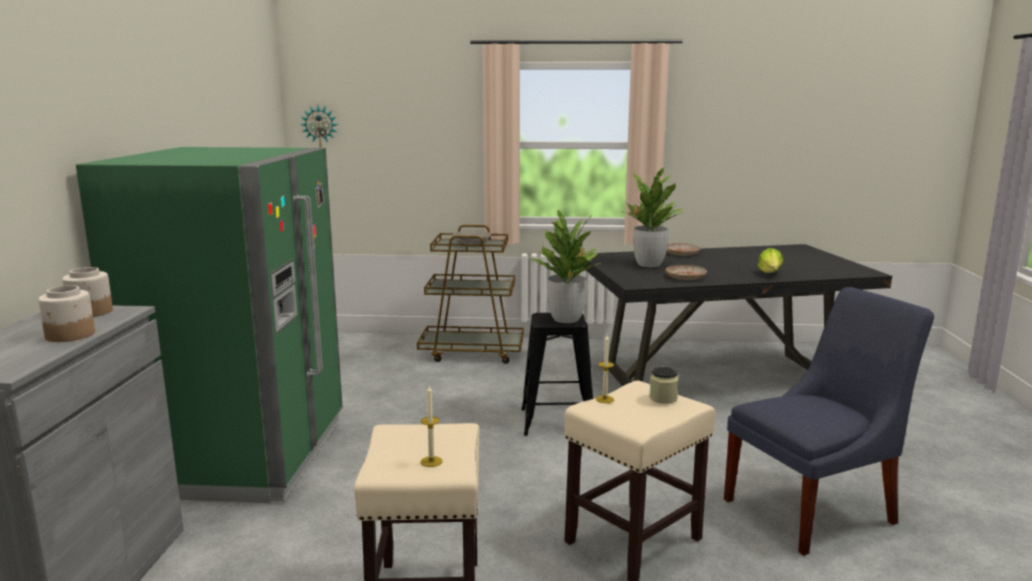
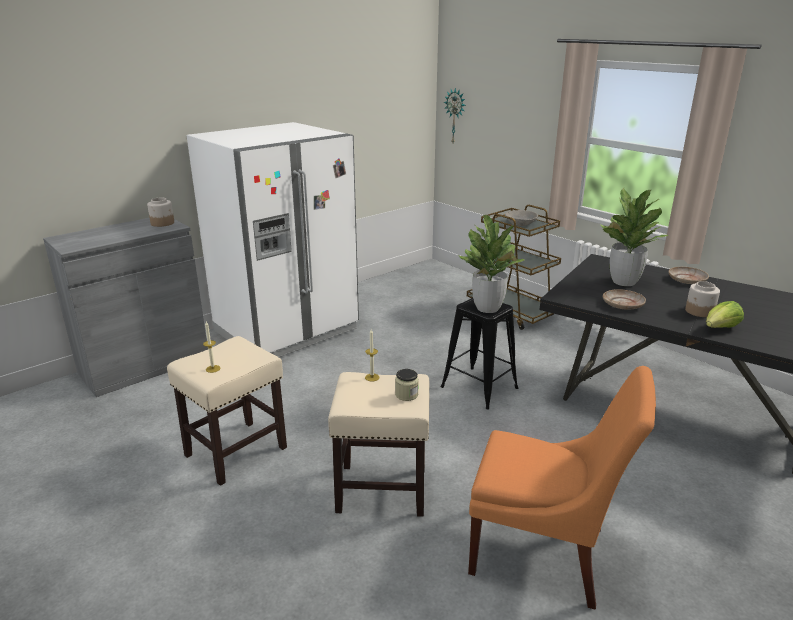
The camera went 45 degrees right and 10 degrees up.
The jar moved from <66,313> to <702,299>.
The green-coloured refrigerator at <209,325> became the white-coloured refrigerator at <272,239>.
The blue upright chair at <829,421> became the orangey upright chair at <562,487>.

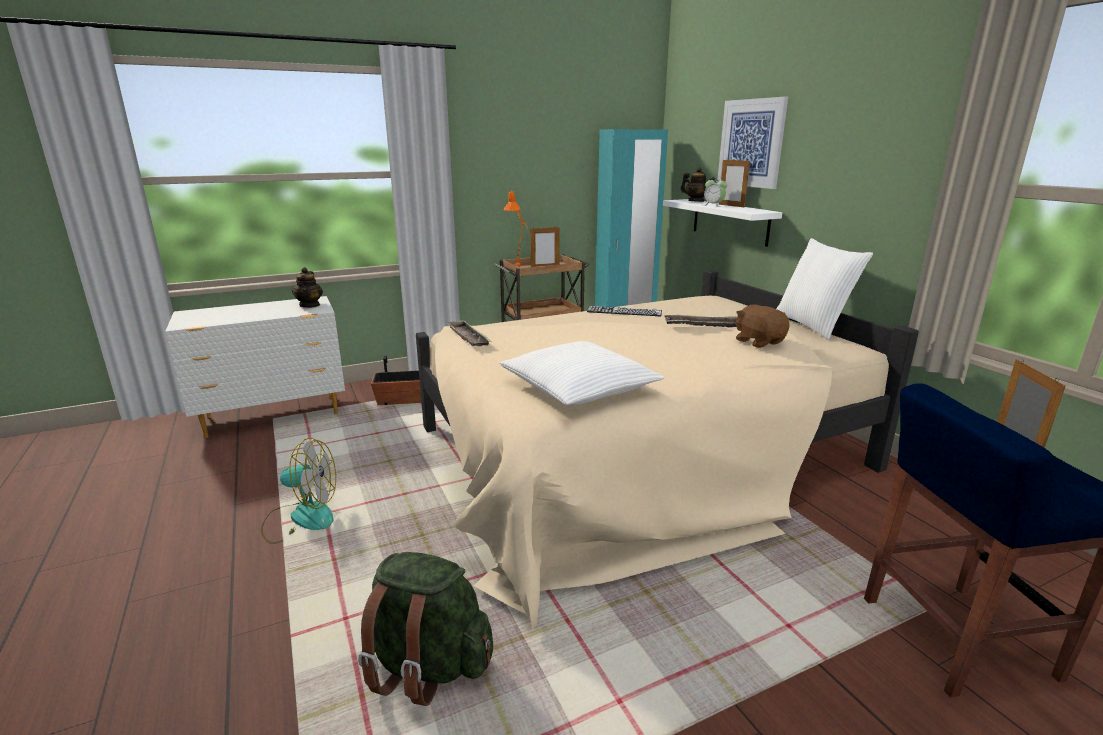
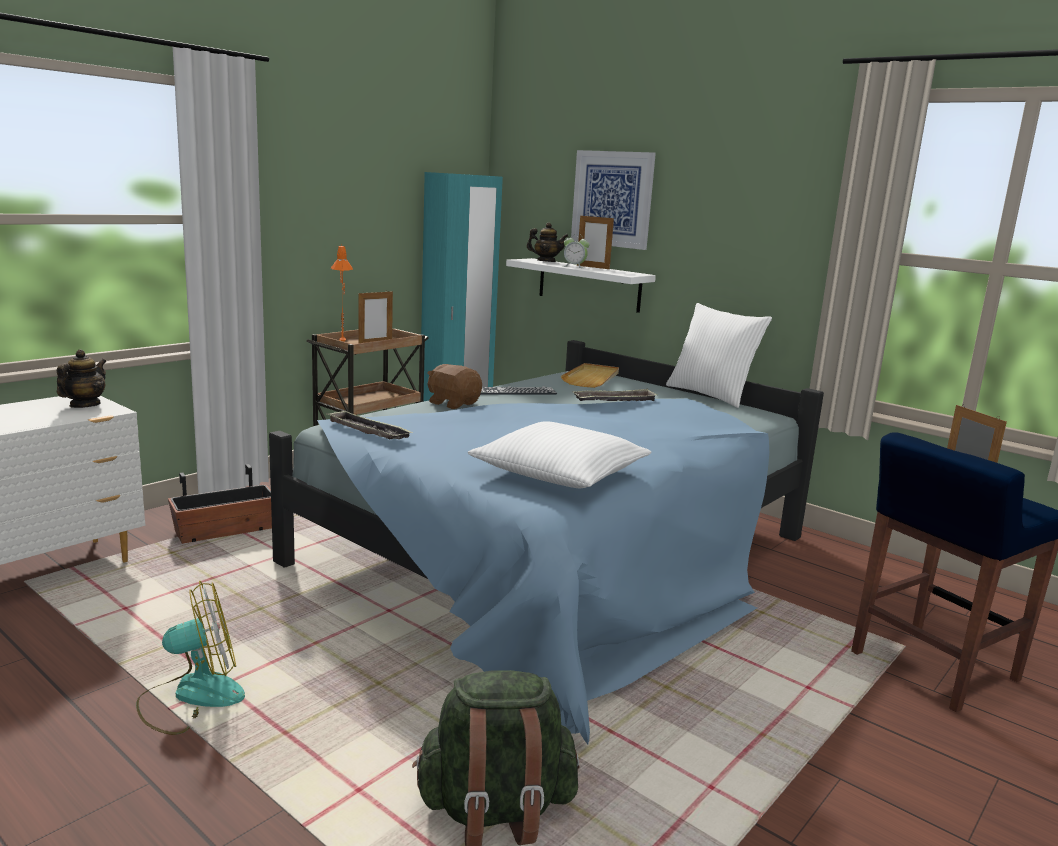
The camera went 25 degrees left and 5 degrees down.
The beige-coloured tray at <590,375> appeared.
The brown-coloured plush toy moved from <763,326> to <454,386>.
The beige-coloured bedroom bed at <667,449> became the blue bedroom bed at <546,542>.
The tea pot at <307,287> turned 135 degrees counterclockwise.

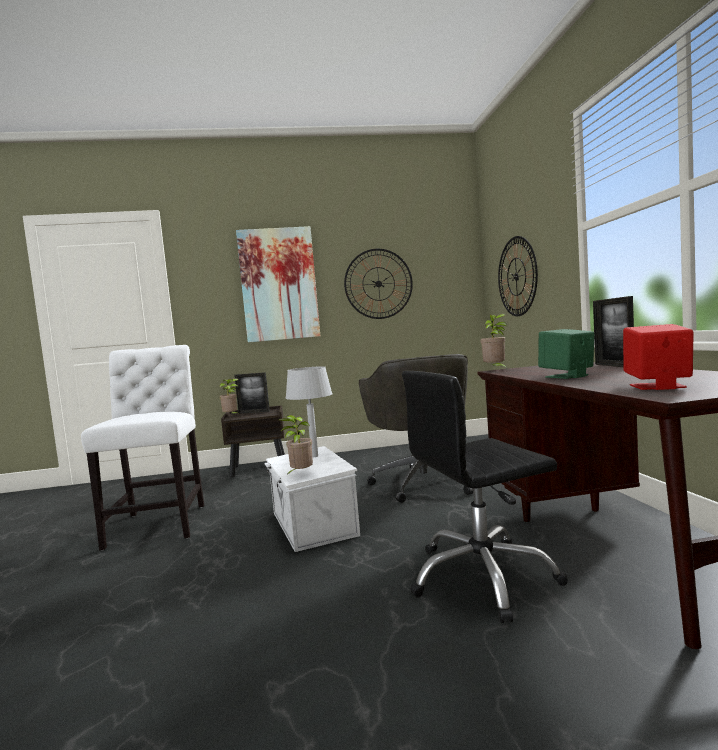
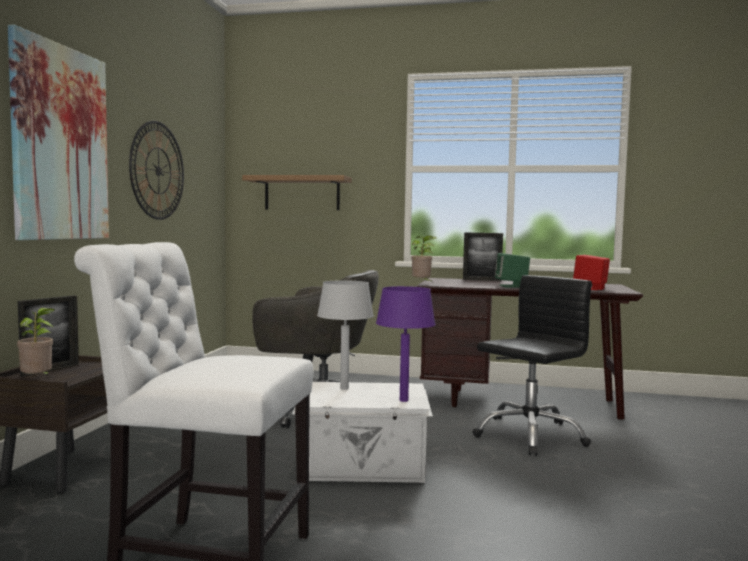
The camera went 70 degrees left and 0 degrees up.
The houseplant at <295,445> was replaced by the purplish lamp for a table at <406,344>.
The hanging clock at <518,276> was replaced by the shelf at <297,192>.
The blackish desk chair at <485,497> turned 135 degrees counterclockwise.

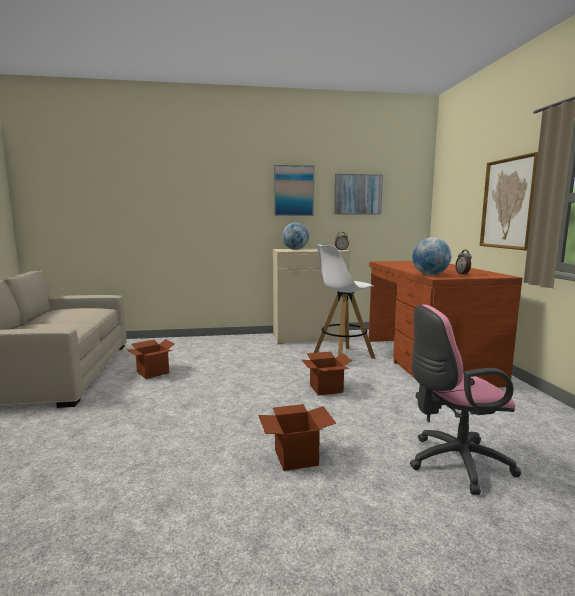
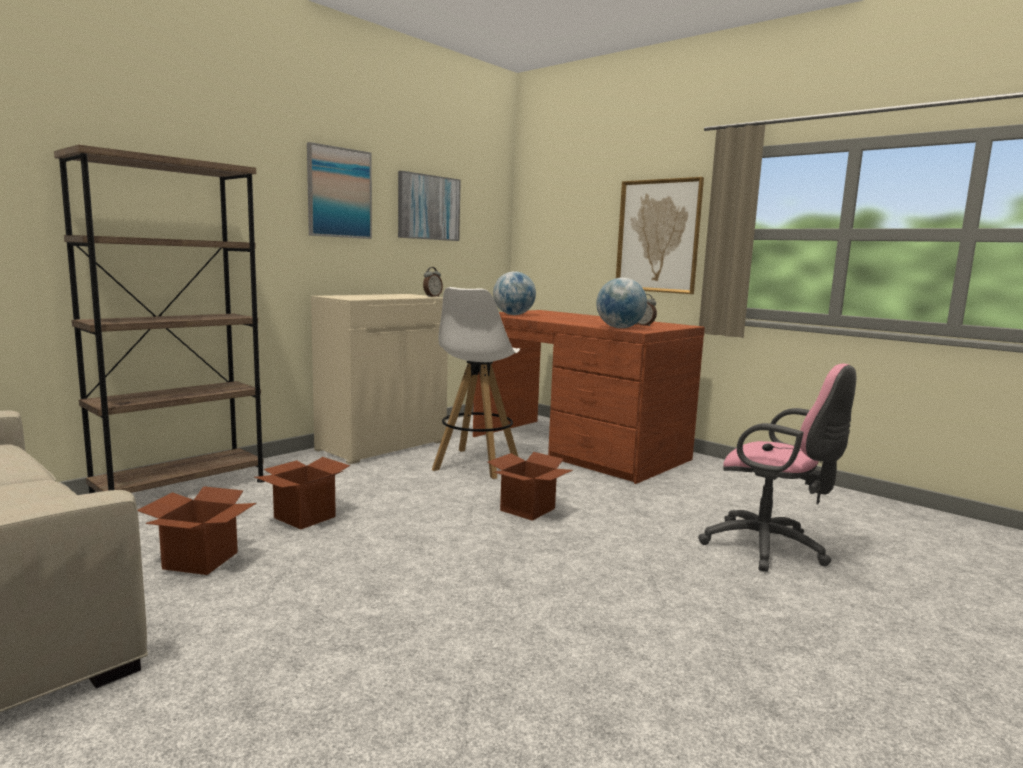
The camera went 40 degrees left and 0 degrees up.
The brown-coloured bookcase at <159,319> appeared.
The carton moved from <297,437> to <302,493>.
The globe moved from <295,236> to <514,293>.
The pink-coloured desk chair at <465,400> turned 90 degrees counterclockwise.

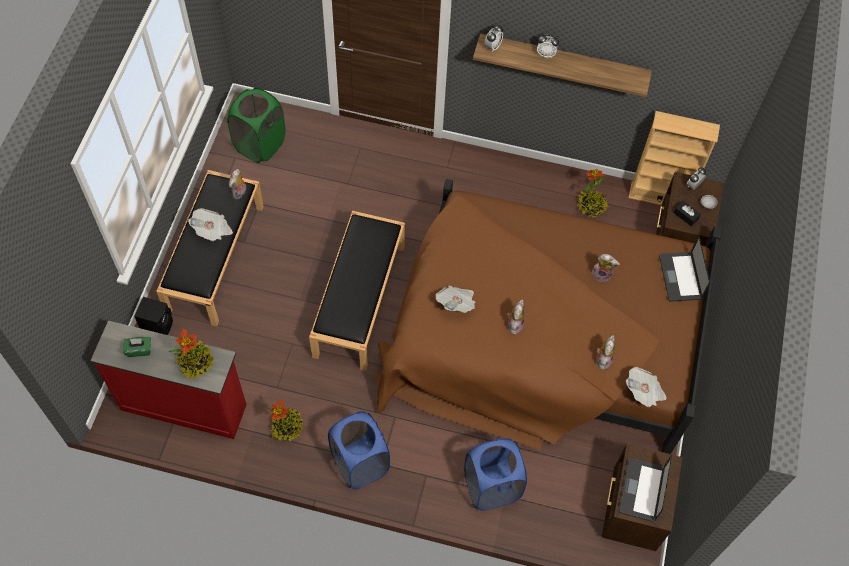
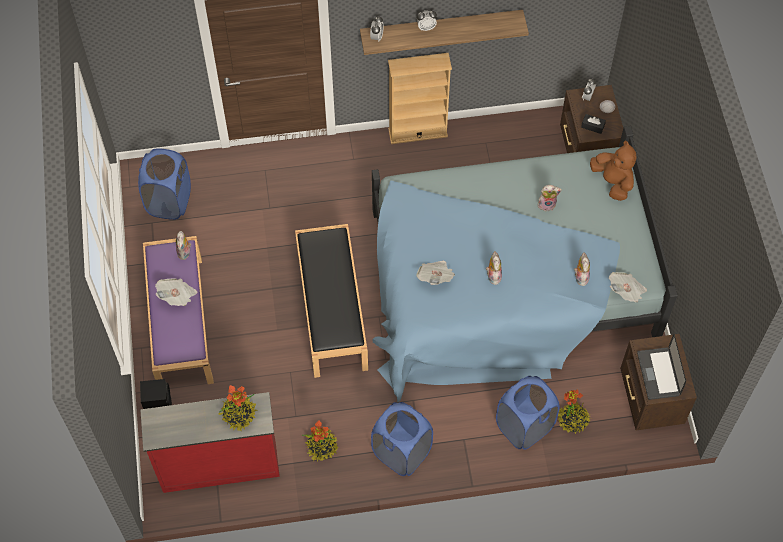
The camera went 20 degrees left and 0 degrees up.
The green-coloured box of tissues at <137,347> disappeared.
The houseplant moved from <593,193> to <574,411>.
The beige-coloured bookcase moved from <674,158> to <420,98>.
The laptop at <684,268> was replaced by the brown-coloured plush toy at <613,170>.
The blackish long seat at <210,248> became the purplish long seat at <178,310>.
The green-coloured washing basket at <256,125> became the blue washing basket at <164,184>.
The brown-coloured bedroom bed at <548,316> became the blue bedroom bed at <525,264>.

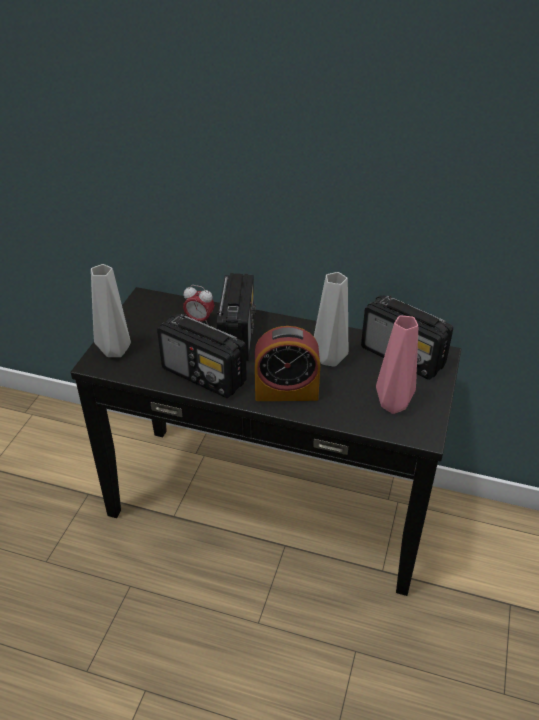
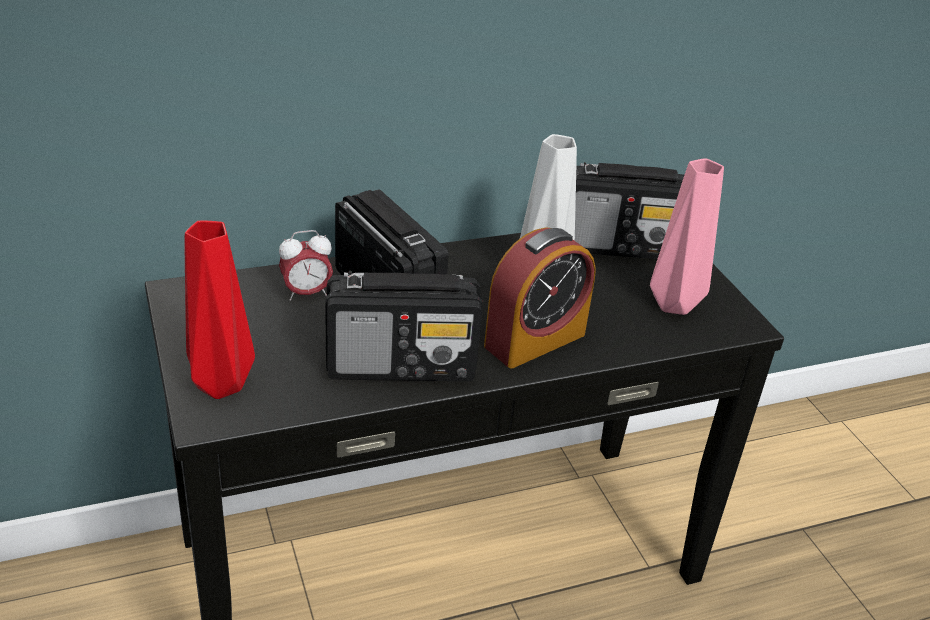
The camera went 40 degrees left and 5 degrees down.
The gray vase at <111,310> became the red vase at <219,309>.

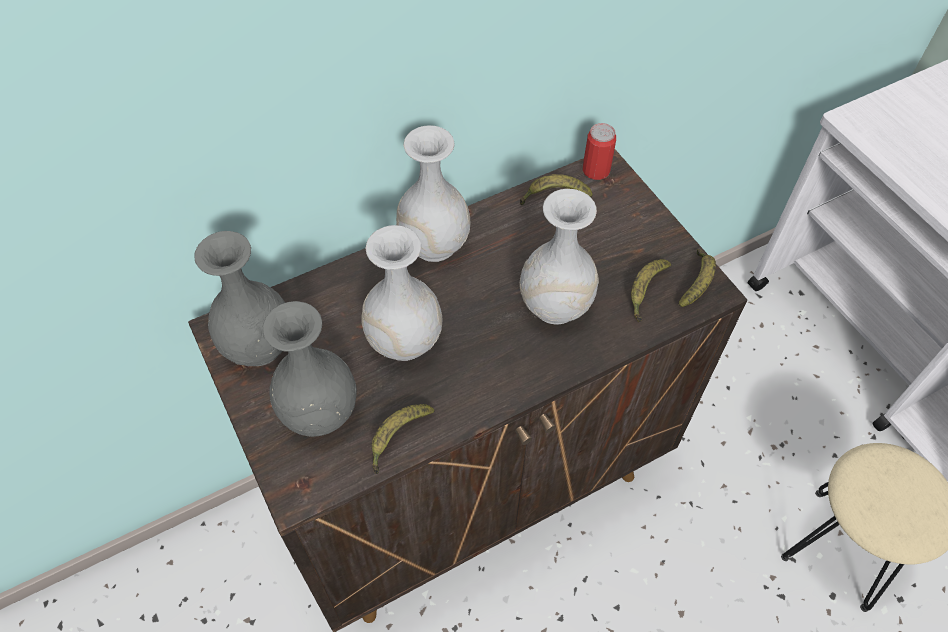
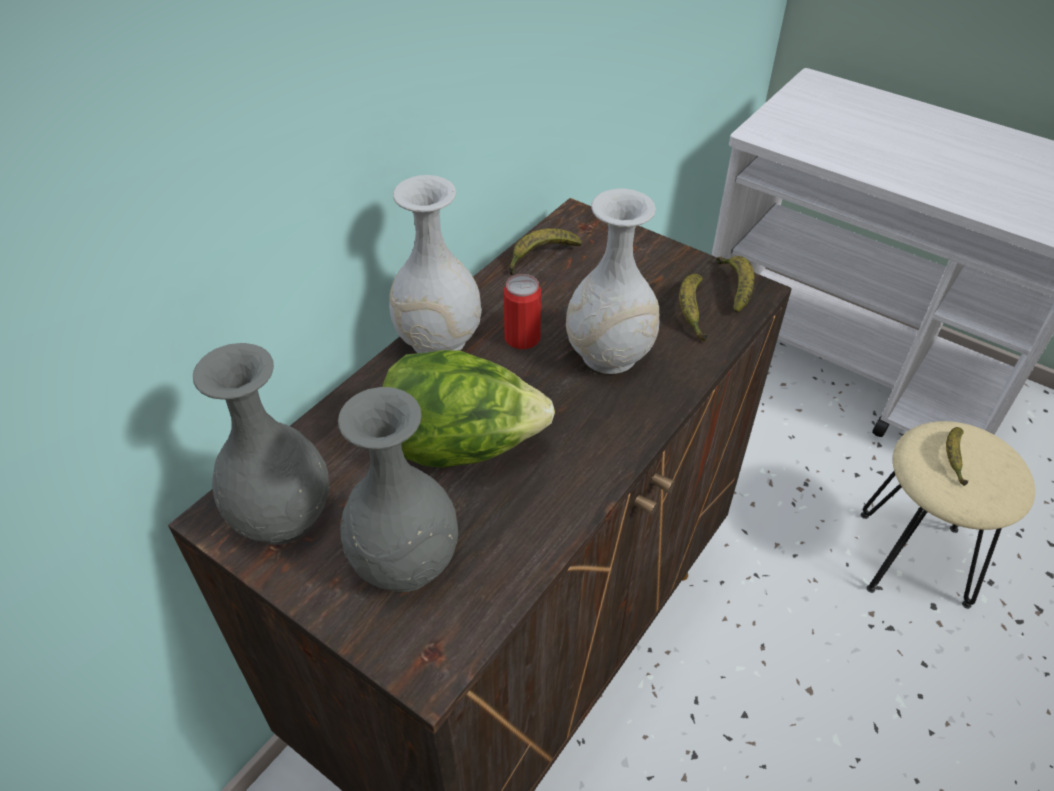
The camera went 25 degrees left and 10 degrees down.
The banana moved from <403,439> to <957,456>.
The sealed can moved from <599,151> to <522,311>.
The white-coloured vase at <401,293> was replaced by the head of lettuce at <468,409>.

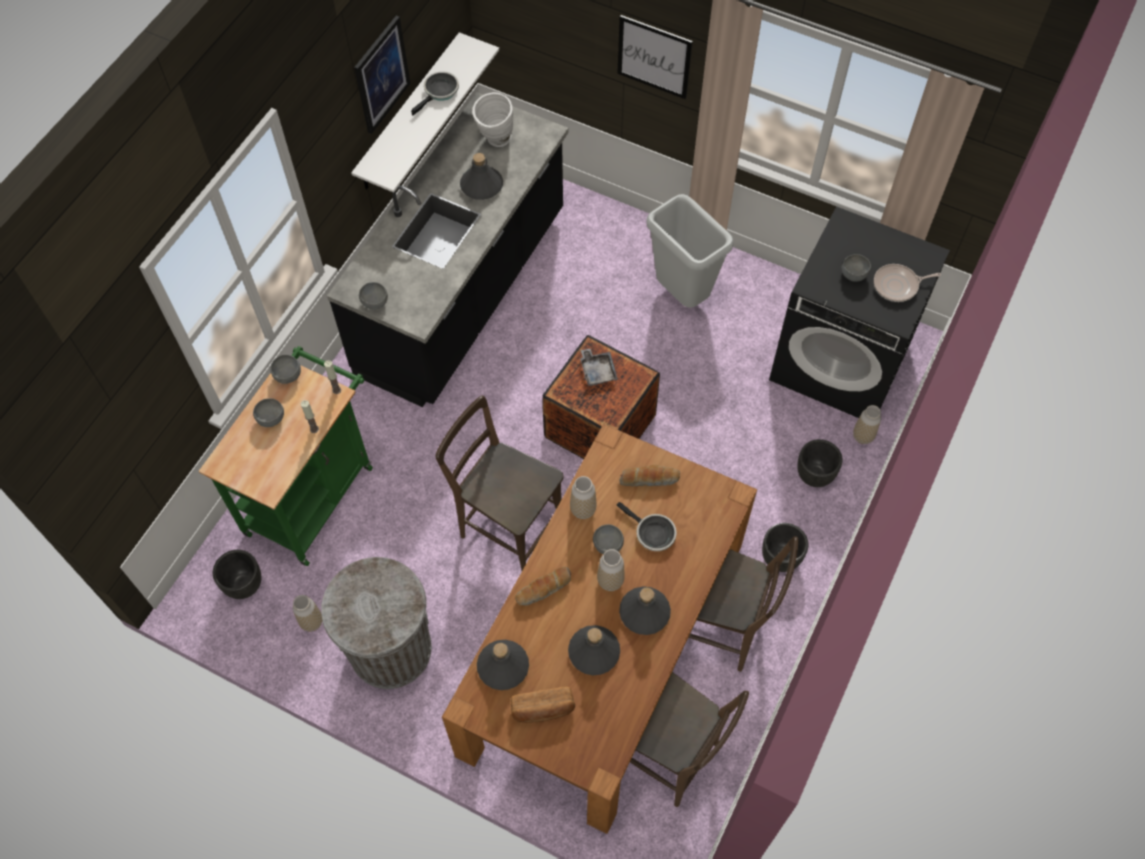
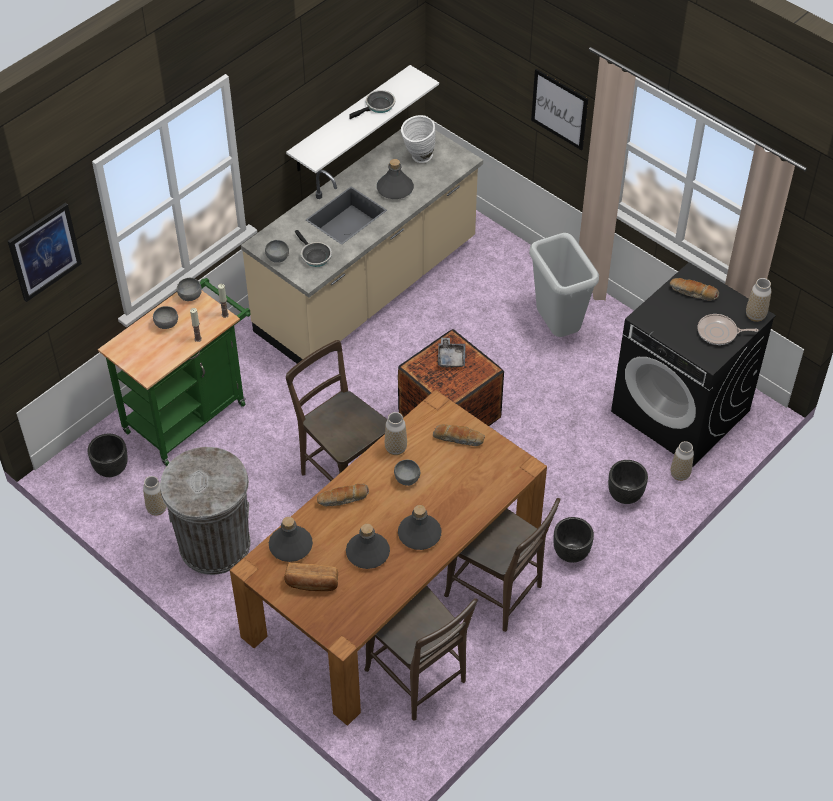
The camera went 15 degrees right and 10 degrees down.
The gray serving bowl at <856,268> disappeared.
The bakery bread at <694,289> appeared.
The wall picture moved from <382,75> to <45,252>.
The vase moved from <611,570> to <758,300>.
The frying pan moved from <647,526> to <313,248>.
The blackish kitchen base unit at <447,249> became the beige-coloured kitchen base unit at <362,246>.

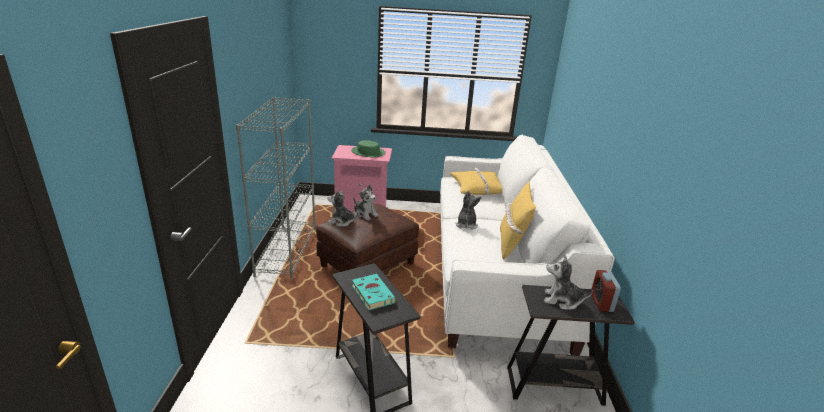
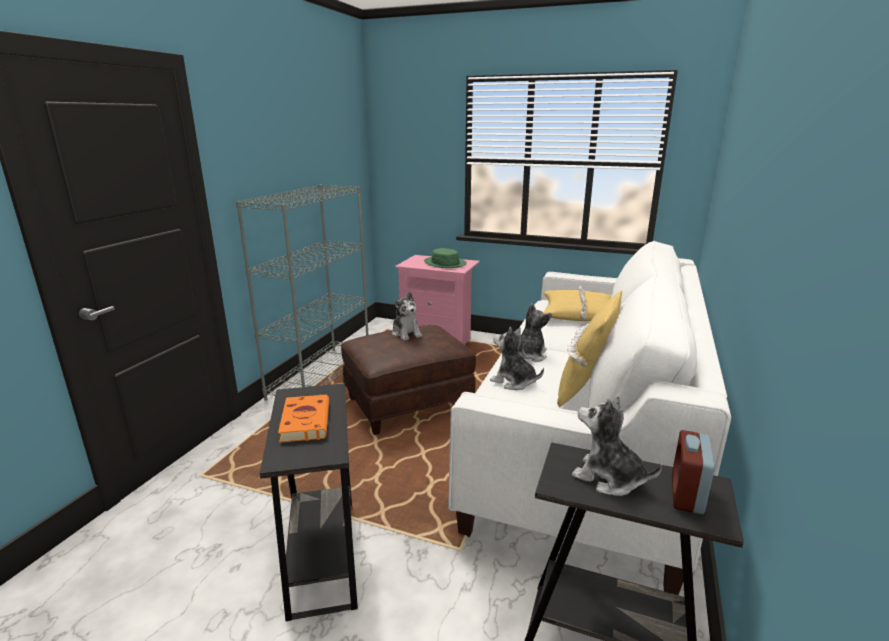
The camera went 20 degrees right and 5 degrees down.
The plush toy moved from <342,208> to <517,358>.
The turquoise volume at <374,292> became the orangey volume at <303,419>.

